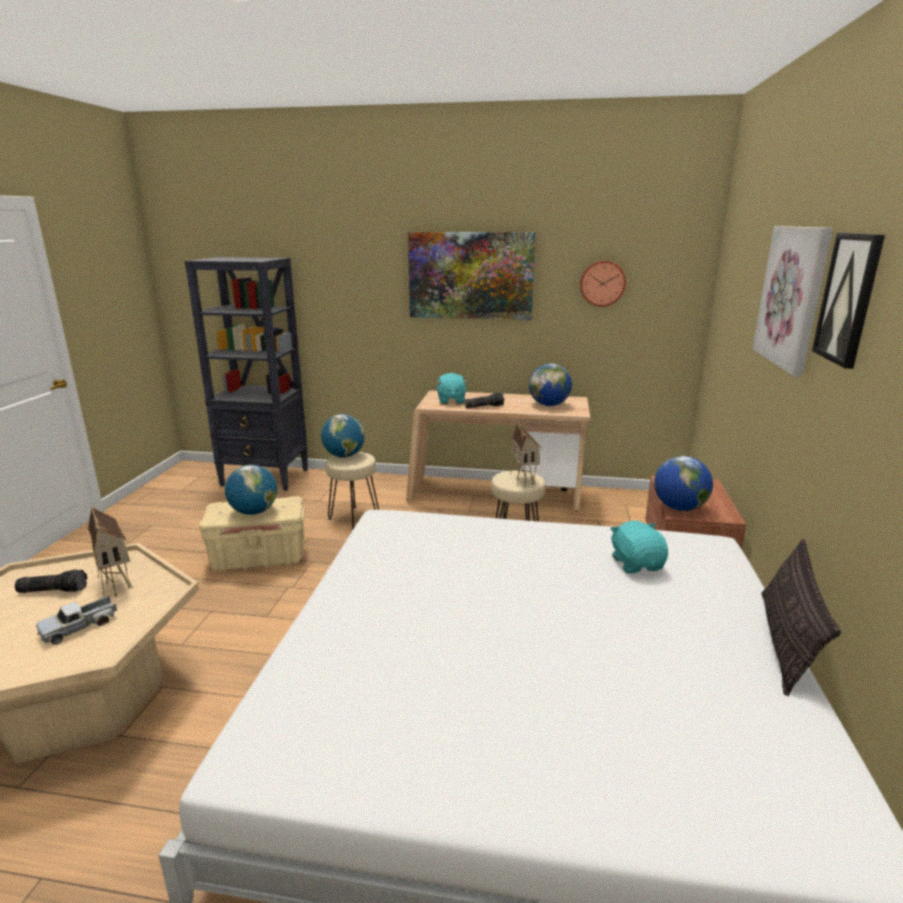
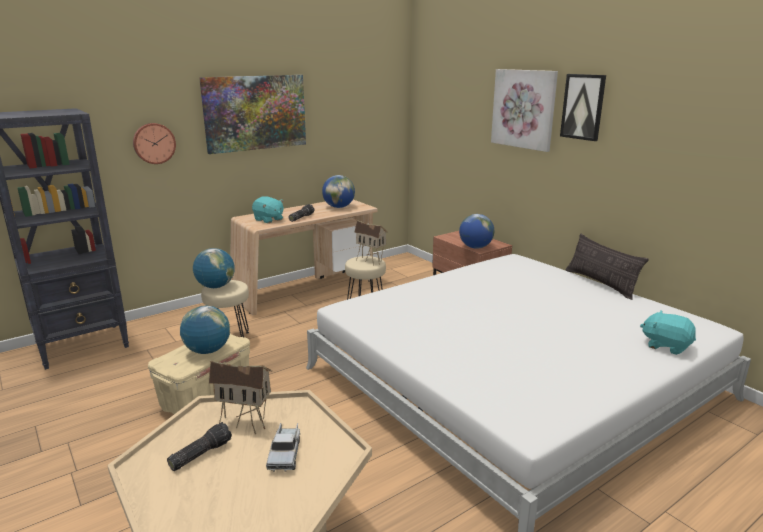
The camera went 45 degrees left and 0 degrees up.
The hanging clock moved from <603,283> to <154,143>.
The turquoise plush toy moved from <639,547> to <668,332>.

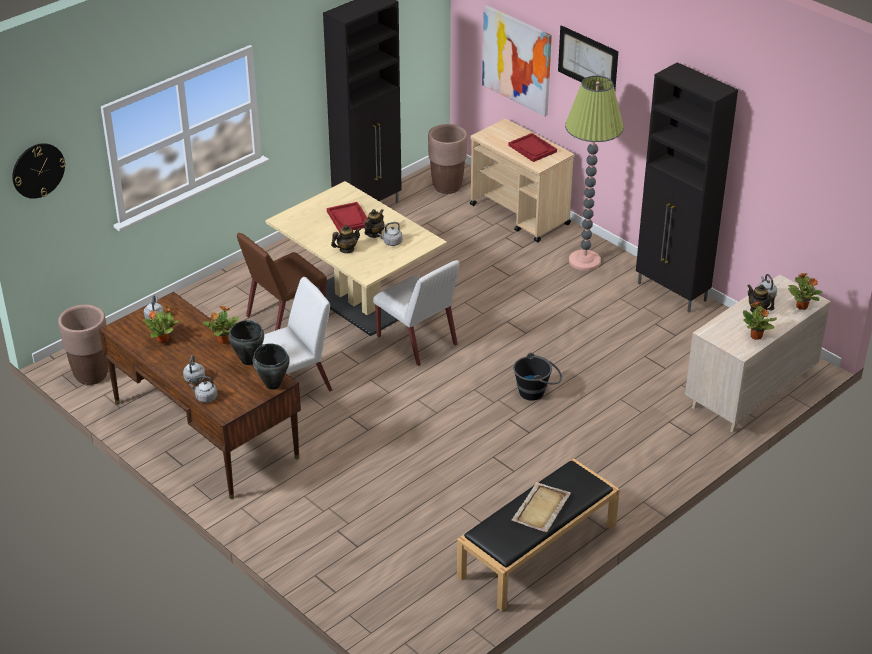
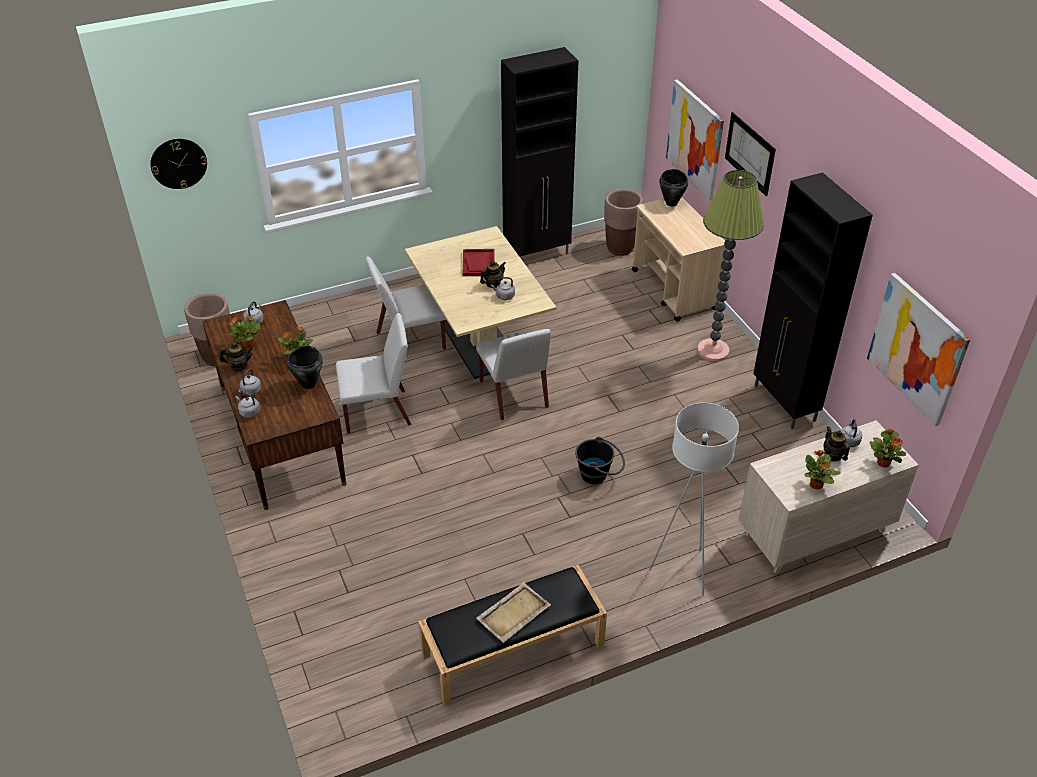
The camera went 20 degrees right and 5 degrees up.
The red tray at <533,147> disappeared.
The white-coloured standing lamp at <694,499> appeared.
The wall picture at <918,349> appeared.
The blackish stockpot moved from <271,366> to <673,188>.
The tea pot moved from <346,239> to <236,356>.
The brown-coloured upright chair at <282,282> became the white-coloured upright chair at <405,303>.

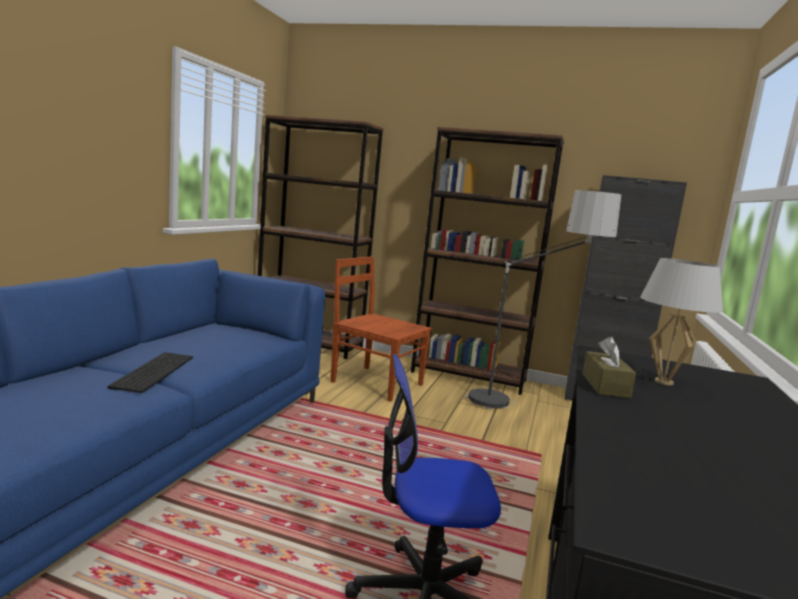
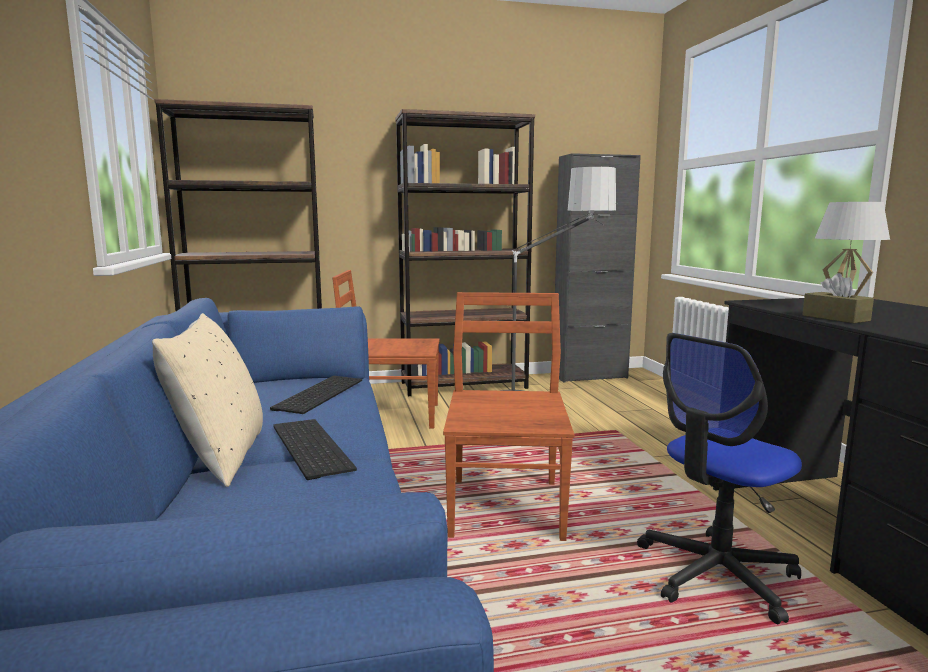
The camera went 30 degrees left and 0 degrees up.
The beige-coloured pillow at <207,400> appeared.
The computer keyboard at <316,395> appeared.
The brown-coloured upright chair at <508,416> appeared.

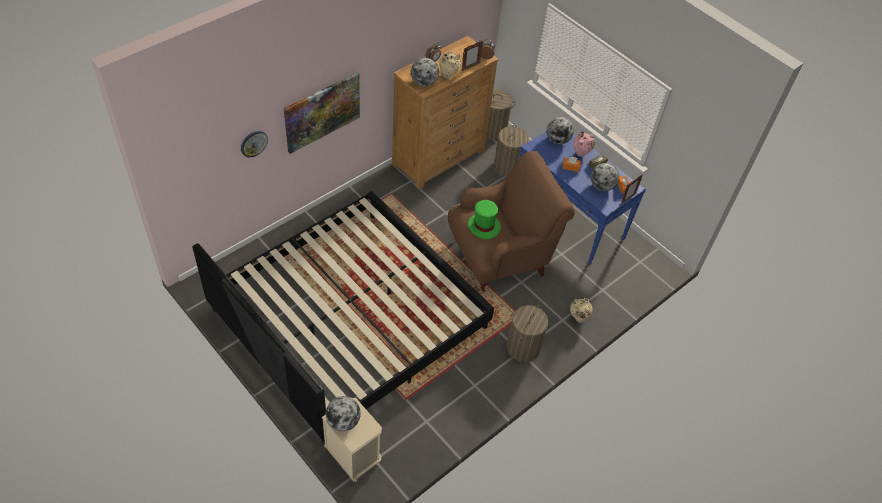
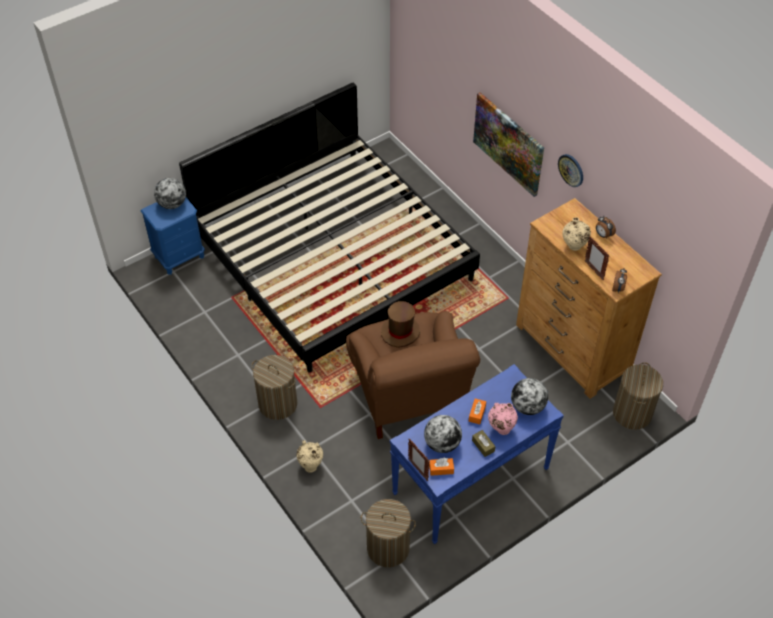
The camera went 100 degrees right and 0 degrees up.
The globe at <425,72> disappeared.
The hanging clock moved from <254,144> to <570,170>.
The washing basket moved from <511,151> to <388,533>.
The beige-coloured bedside table at <352,440> became the blue bedside table at <173,236>.
The green-coloured clothing hat at <484,219> became the brown-coloured clothing hat at <400,324>.

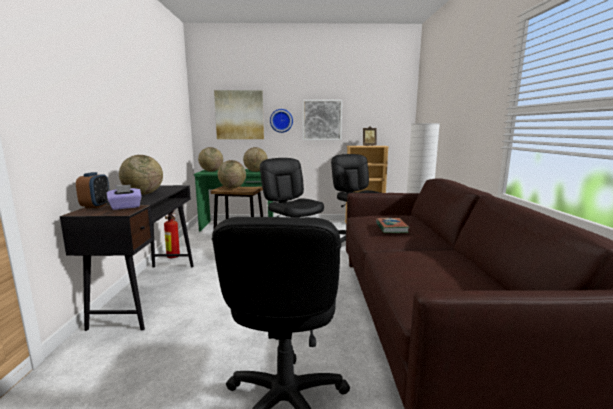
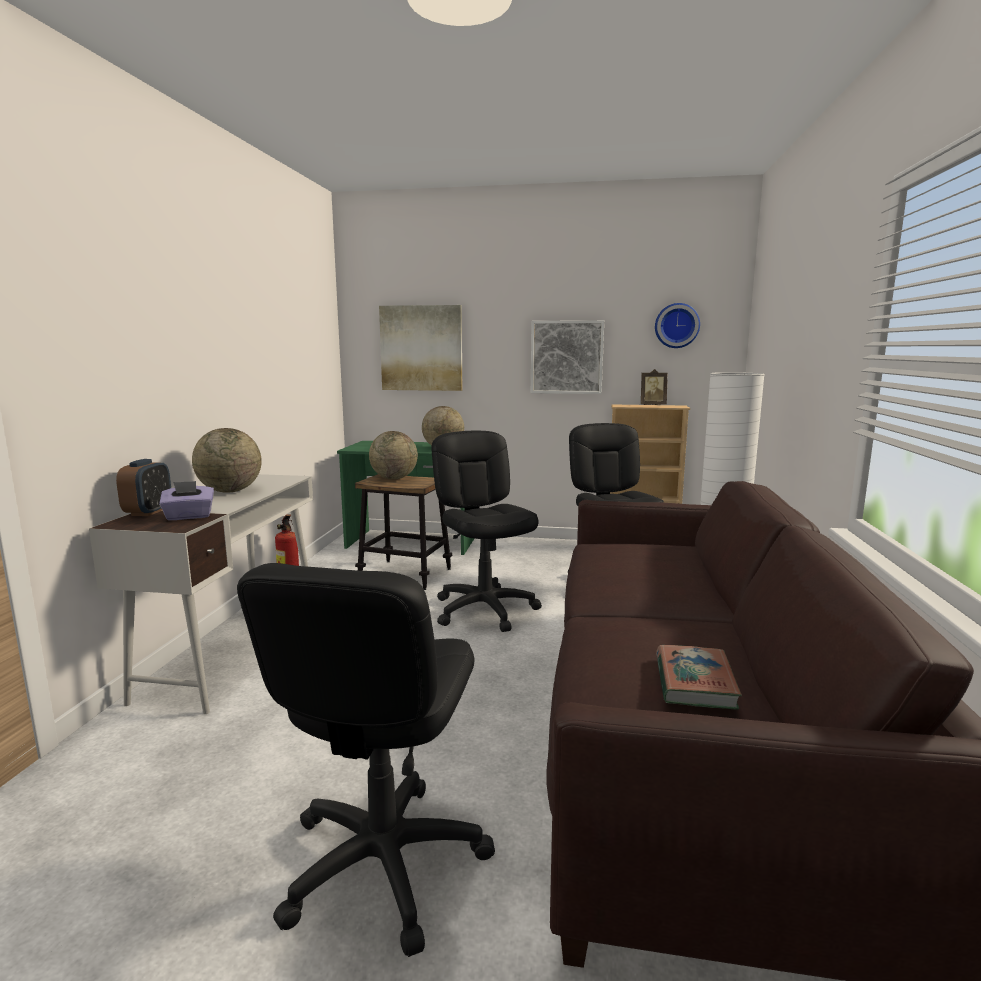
The camera went 10 degrees right and 0 degrees up.
The globe at <210,159> disappeared.
The hanging clock moved from <281,121> to <677,325>.
The volume moved from <393,225> to <699,677>.
The blackish desk table at <127,258> became the white-coloured desk table at <201,594>.

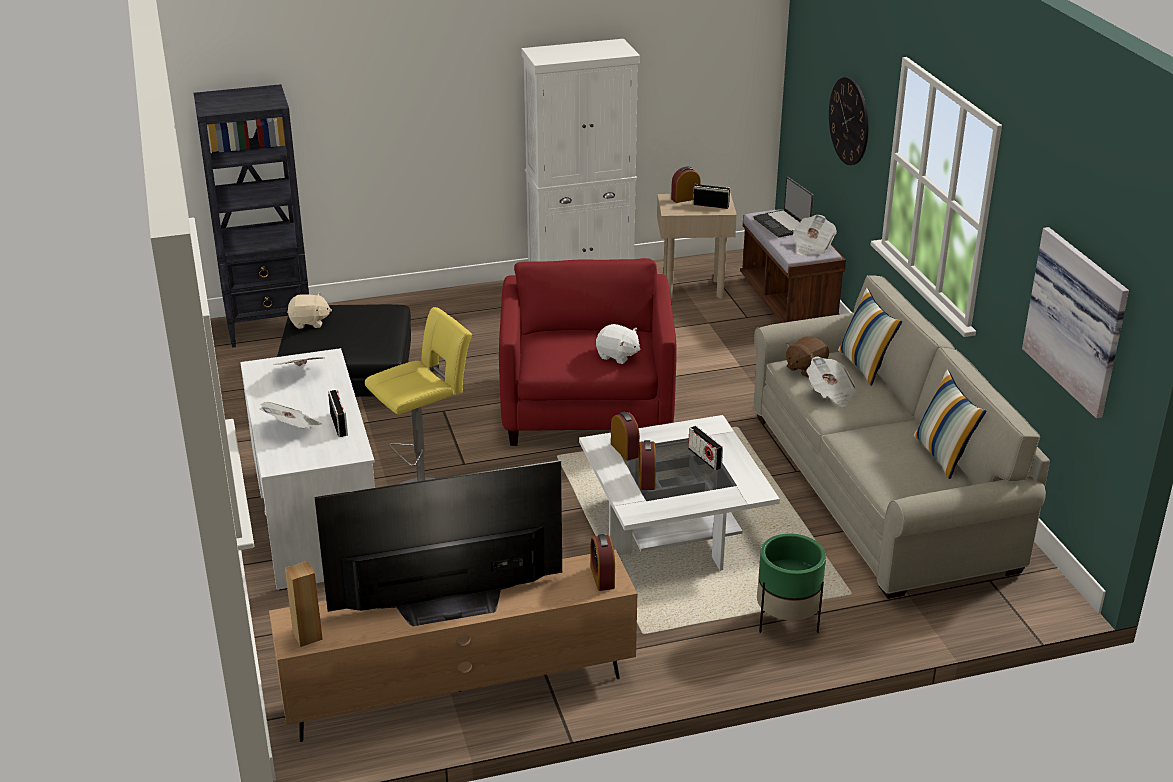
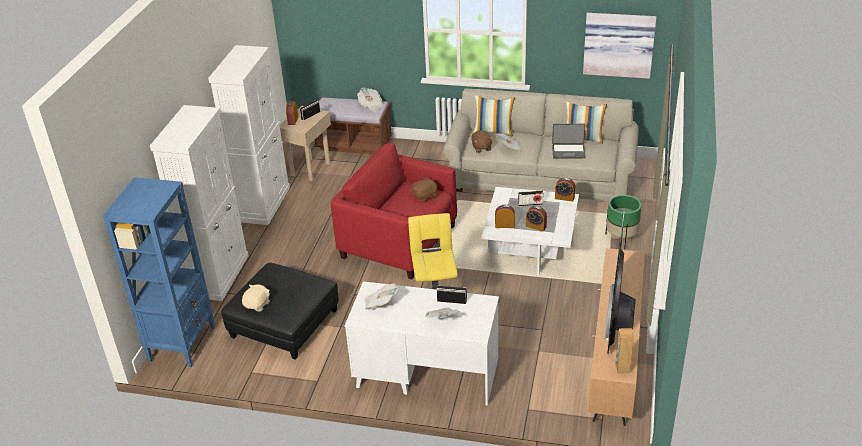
The camera went 60 degrees left and 5 degrees up.
The hanging clock at <848,121> disappeared.
The white-coloured cabinet at <199,203> appeared.
The alarm clock moved from <603,562> to <565,190>.
The laptop moved from <783,207> to <569,141>.
The blackish bookcase at <251,216> became the blue bookcase at <159,272>.
The white-coloured plush toy at <618,344> became the brown-coloured plush toy at <425,190>.

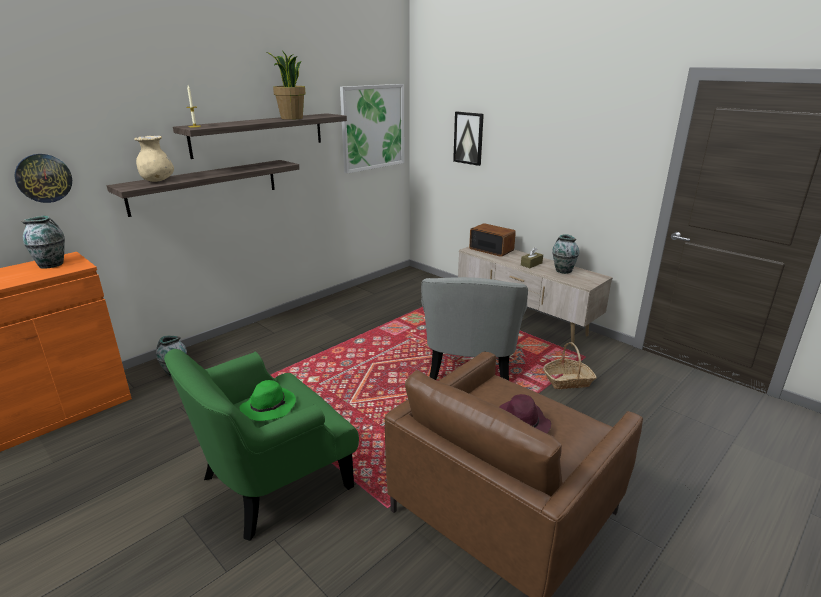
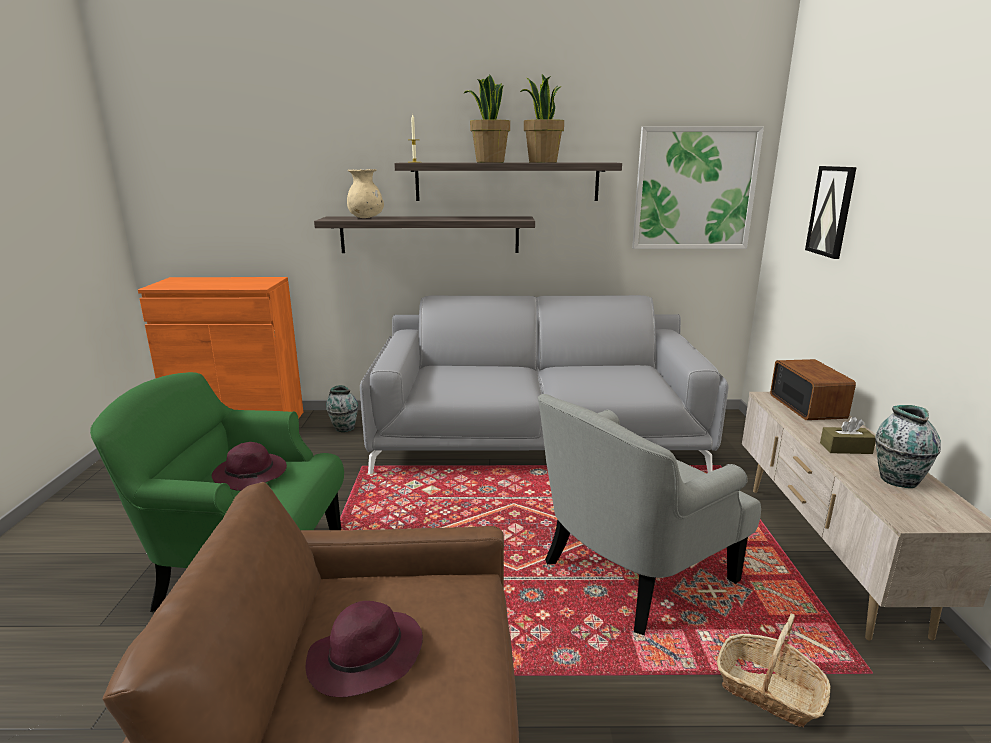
The camera went 45 degrees right and 5 degrees down.
The hanging clock at <43,178> disappeared.
The vase at <43,242> disappeared.
The gray settee at <544,384> appeared.
The houseplant at <487,119> appeared.
The green-coloured clothing hat at <268,400> became the purplish clothing hat at <249,466>.

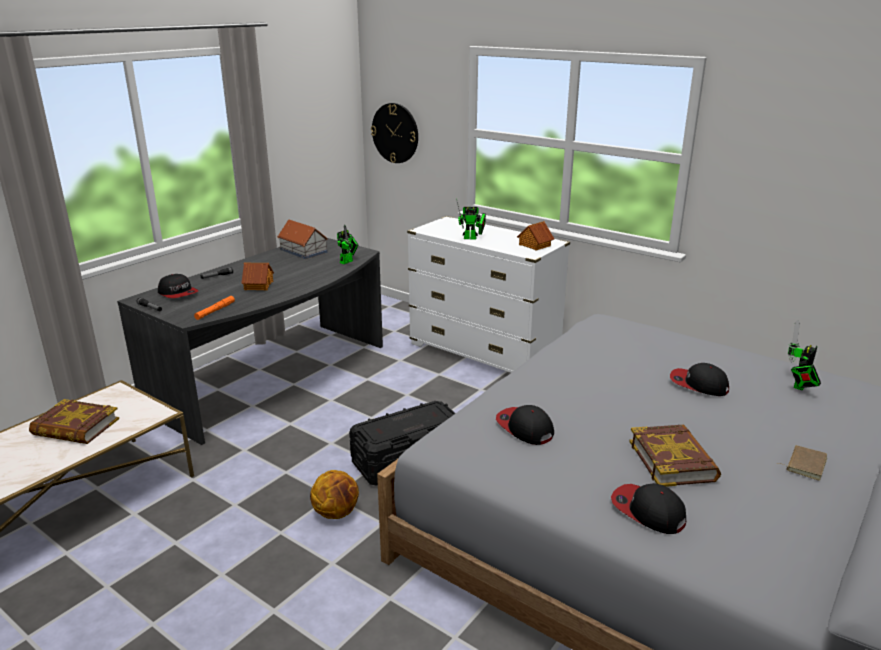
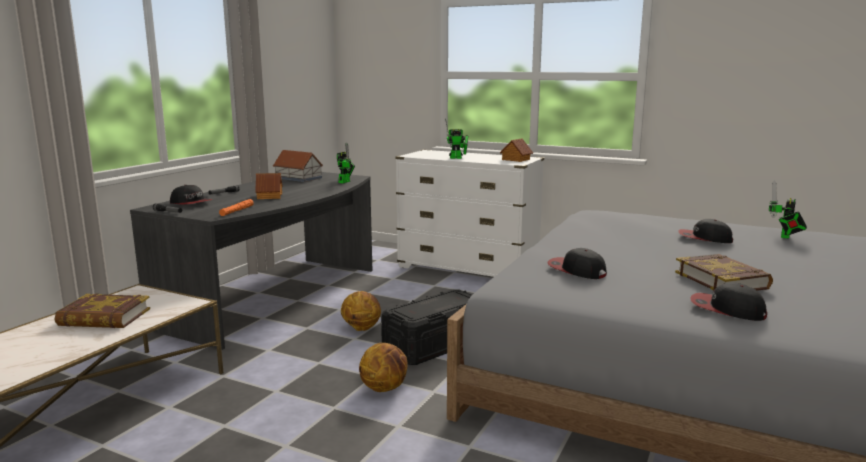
The camera went 10 degrees left and 10 degrees down.
The hanging clock at <394,133> disappeared.
The brown-coloured volume at <802,463> disappeared.
The basketball ball at <361,311> appeared.

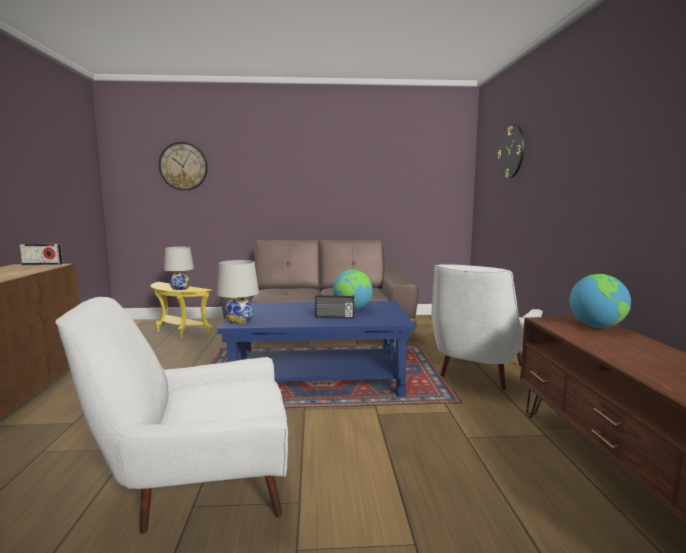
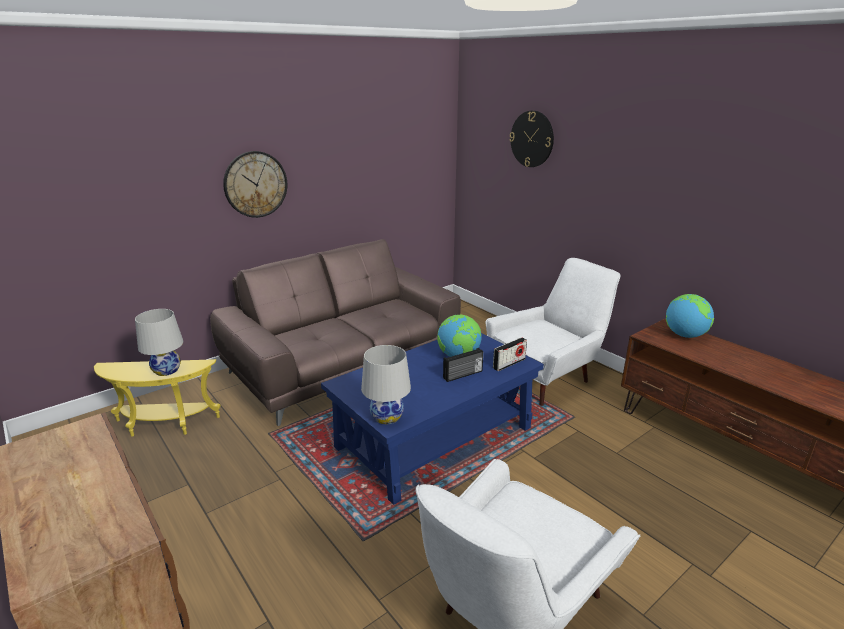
The camera went 35 degrees left and 15 degrees up.
The radio moved from <41,254> to <510,354>.
The hanging clock moved from <183,166> to <255,184>.
The white-coloured armchair at <487,327> turned 120 degrees counterclockwise.

